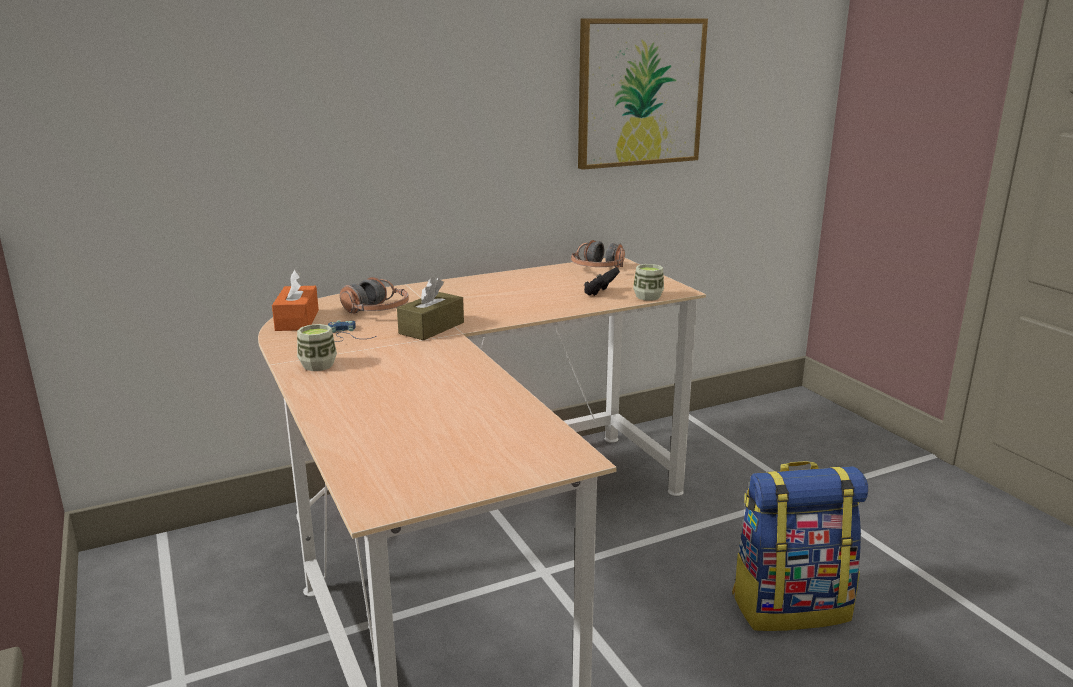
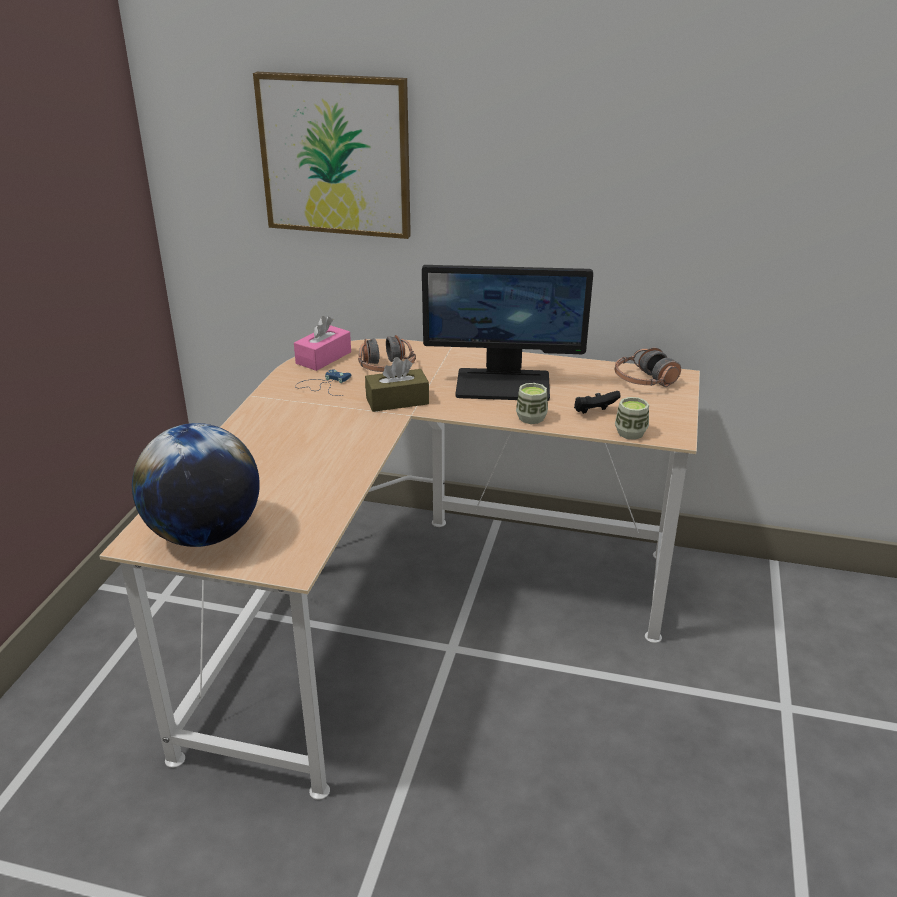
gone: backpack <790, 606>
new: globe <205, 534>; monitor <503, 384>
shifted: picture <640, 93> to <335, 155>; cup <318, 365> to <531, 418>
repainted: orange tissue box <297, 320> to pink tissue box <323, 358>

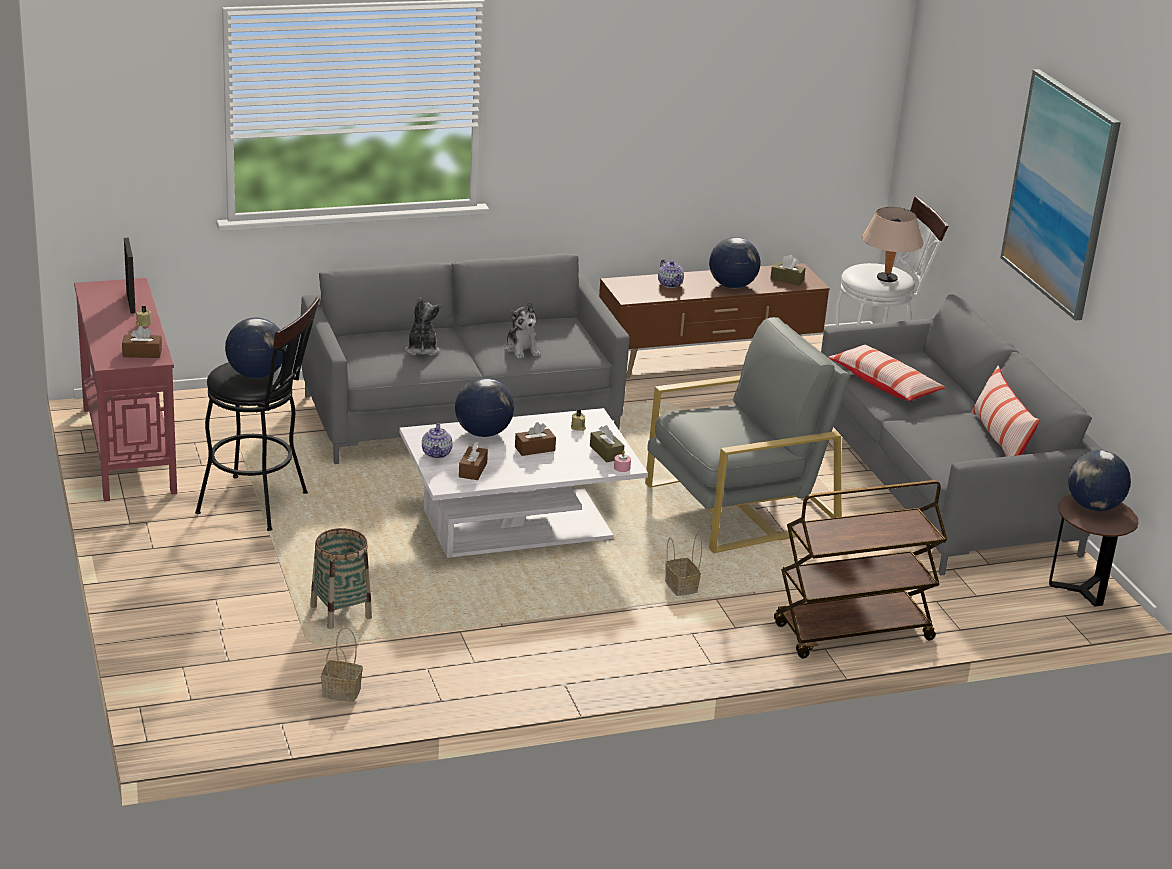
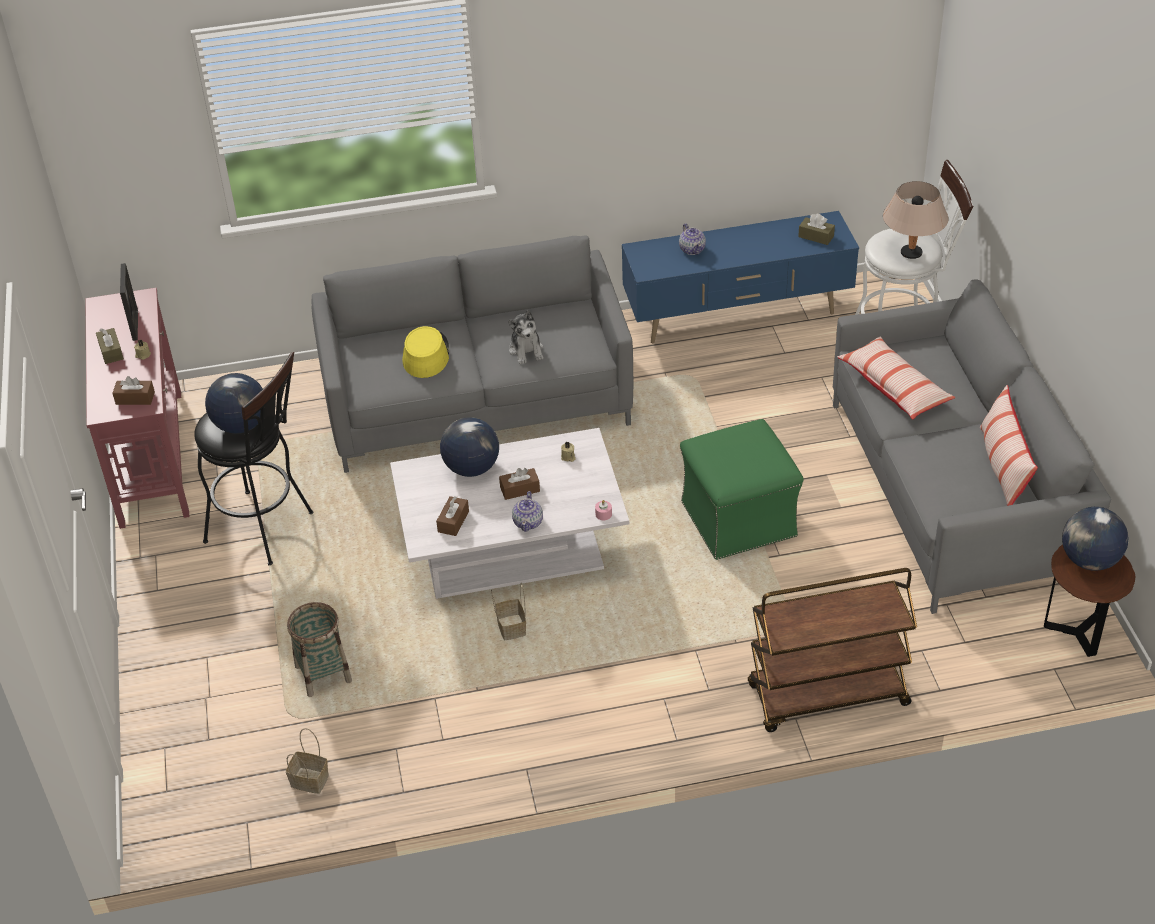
gone: globe <732, 285>; picture <1060, 193>
shifted: brown tissue box <606, 452> to <111, 351>; basket <680, 587> to <510, 627>; teapot <437, 453> to <528, 522>
swapped: plush toy <422, 349> to yellow hat <425, 355>; grey armchair <739, 506> to green ottoman <739, 520>
repainted: brown tv stand <708, 362> to blue tv stand <738, 316>

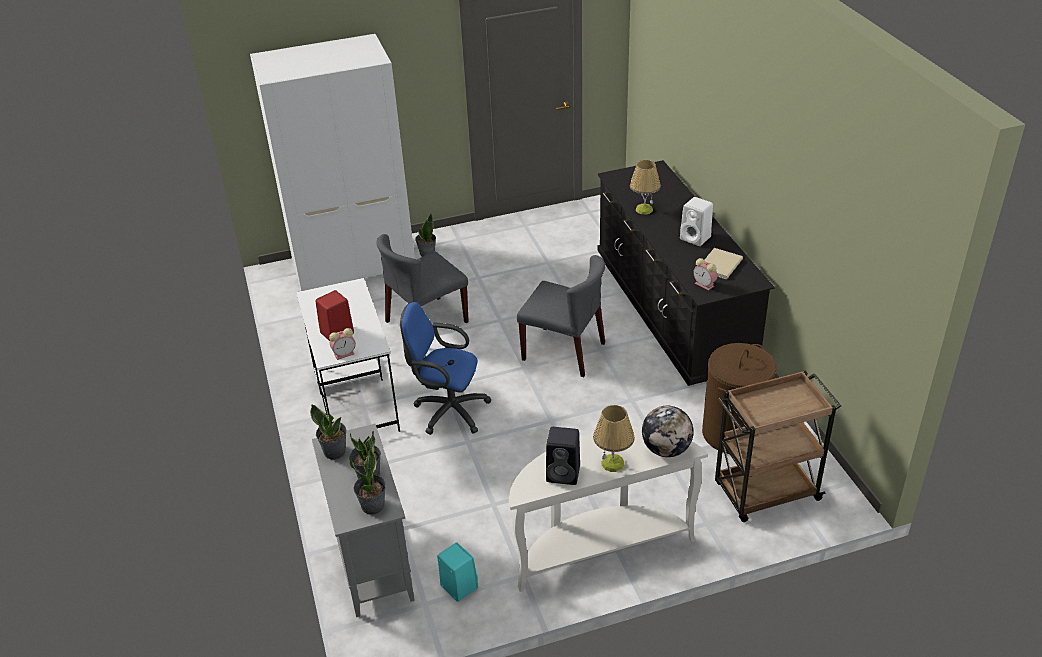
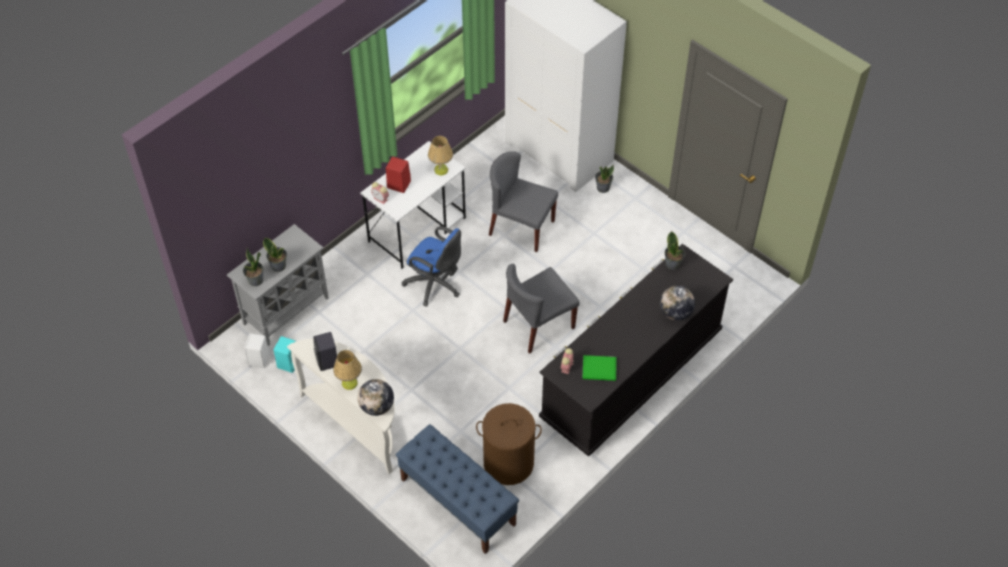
new: globe <675, 313>
shifted: white speaker <696, 238> to <259, 360>; table lamp <644, 209> to <441, 169>; potted plant <335, 451> to <673, 264>
swapped: brown cart <765, 492> to blue bench <457, 501>
repainted: beige book <721, 264> to green book <600, 369>
rotated: blue office chair <447, 411> = <436, 285> 135 degrees clockwise; grey chair <564, 351> = <538, 325> 60 degrees clockwise

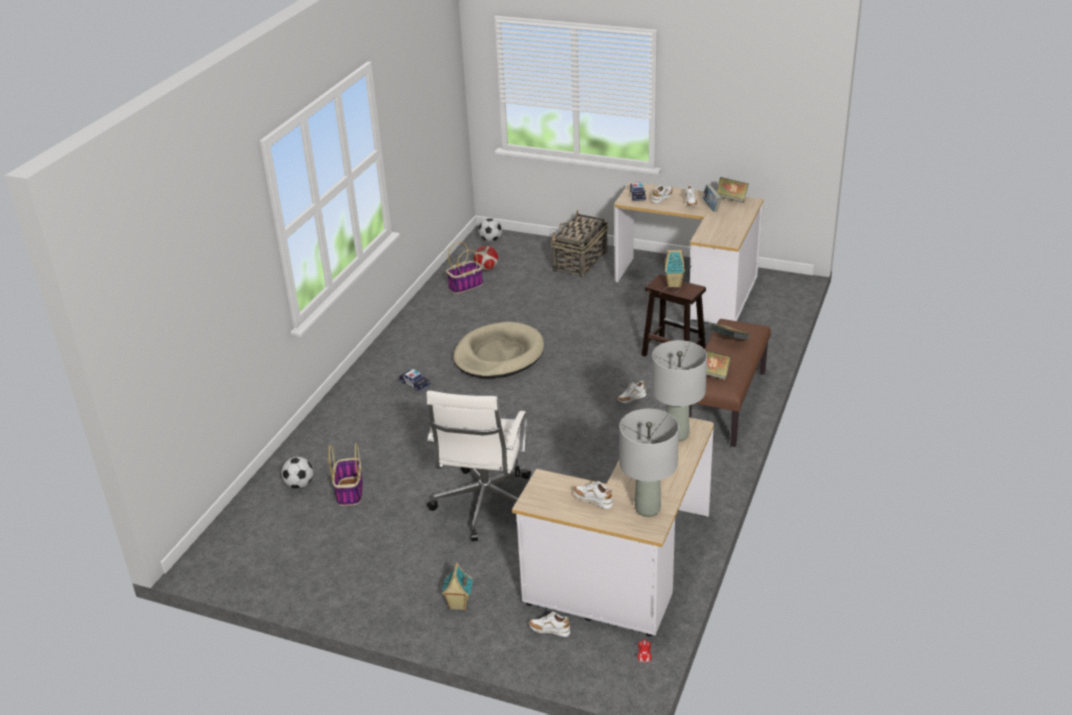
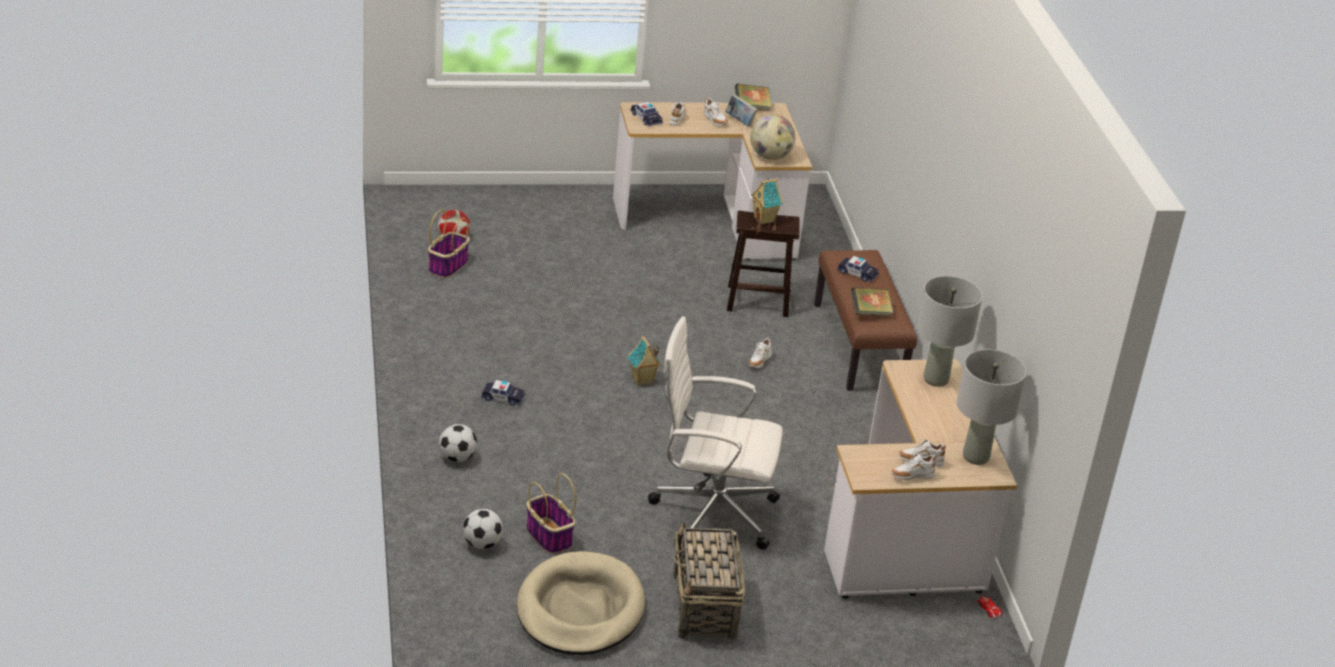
new: globe <770, 157>
shifted: football <491, 240> to <457, 458>; beige dog bed <498, 355> to <580, 609>; toy house <458, 605> to <642, 380>; basket <579, 262> to <704, 607>; white shoe <549, 630> to <911, 476>
swapped: book <729, 341> to toy car <857, 273>
rotated: white office chair <485, 505> = <710, 512> 120 degrees clockwise

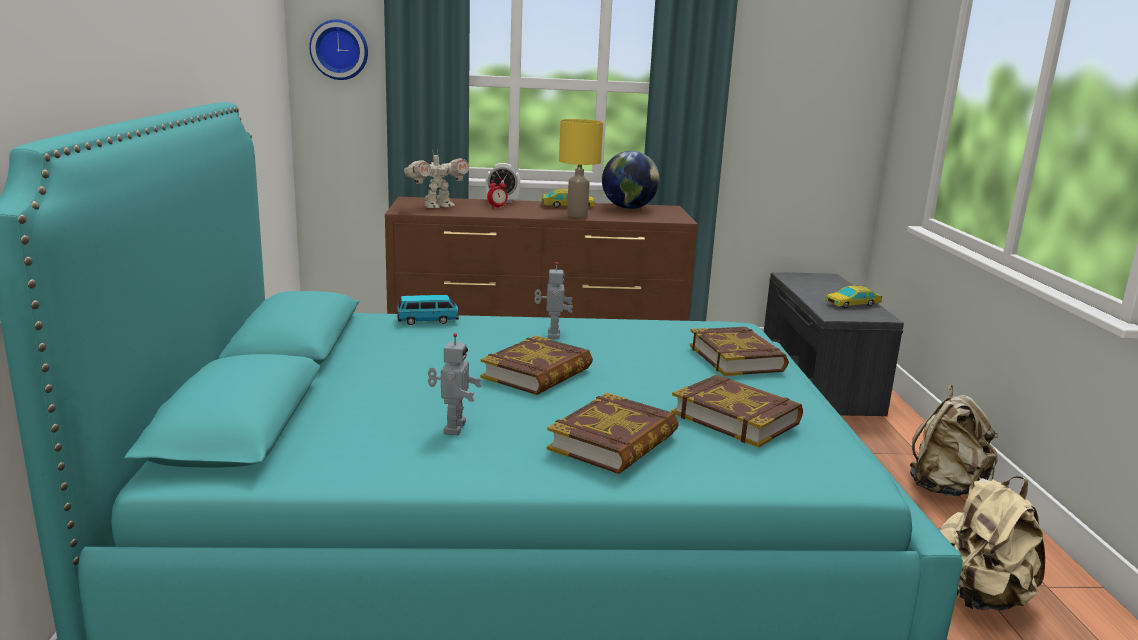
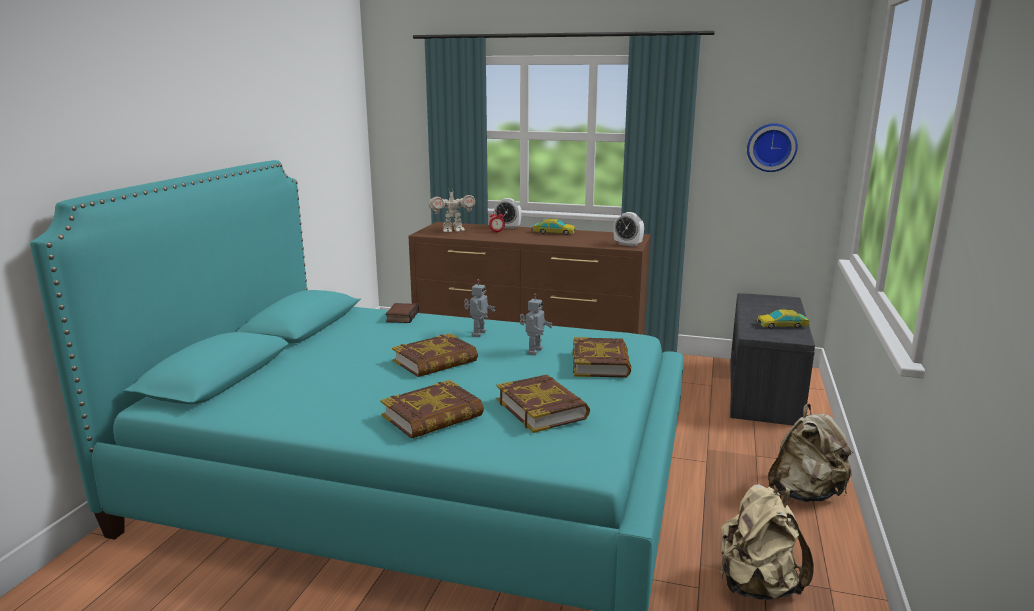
gone: yellow table lamp <577, 215>; globe <628, 208>
new: alarm clock <627, 244>
shifted: toy robot <452, 427> to <533, 351>; wall clock <339, 50> to <771, 147>
swapped: toy car <428, 321> to book <401, 316>

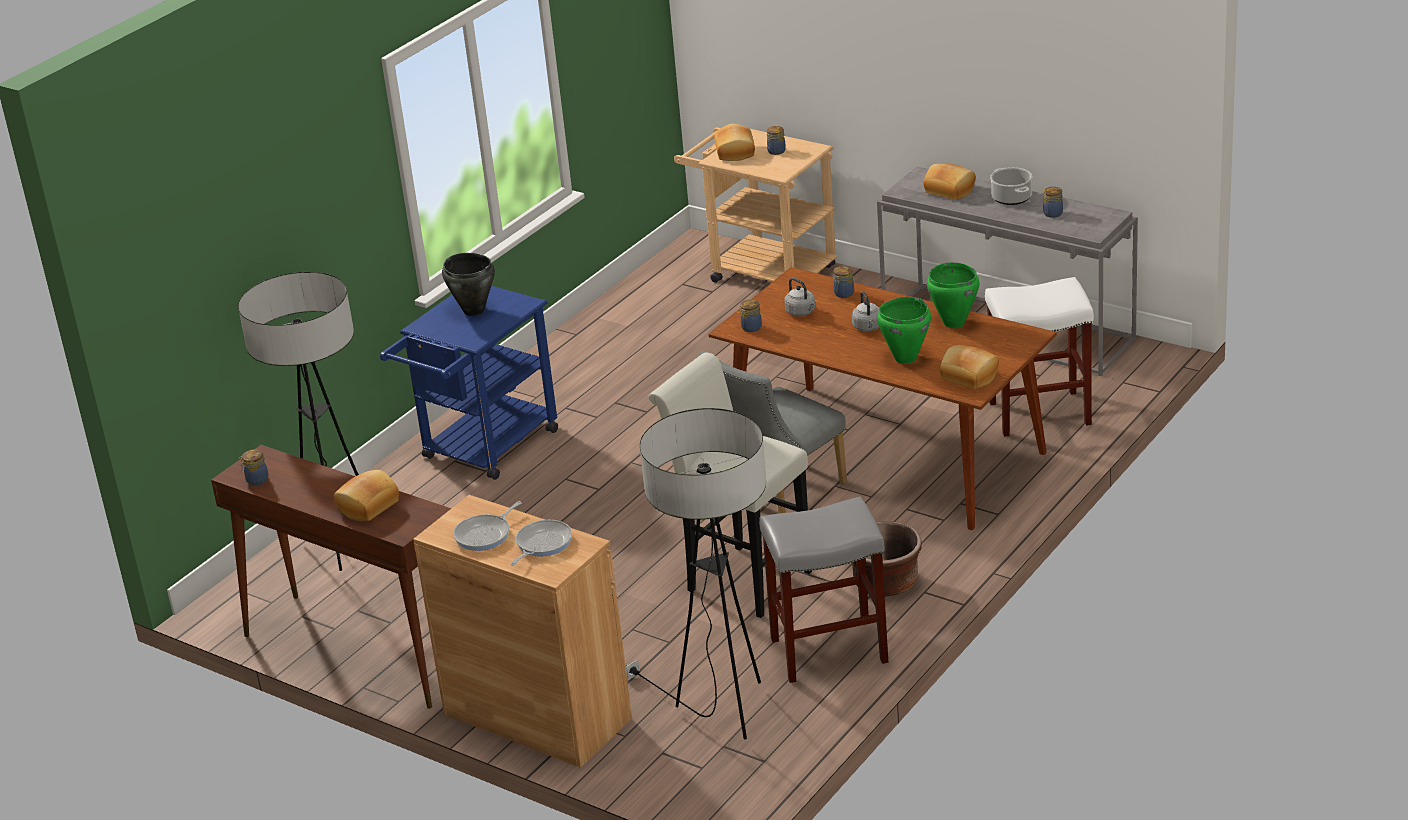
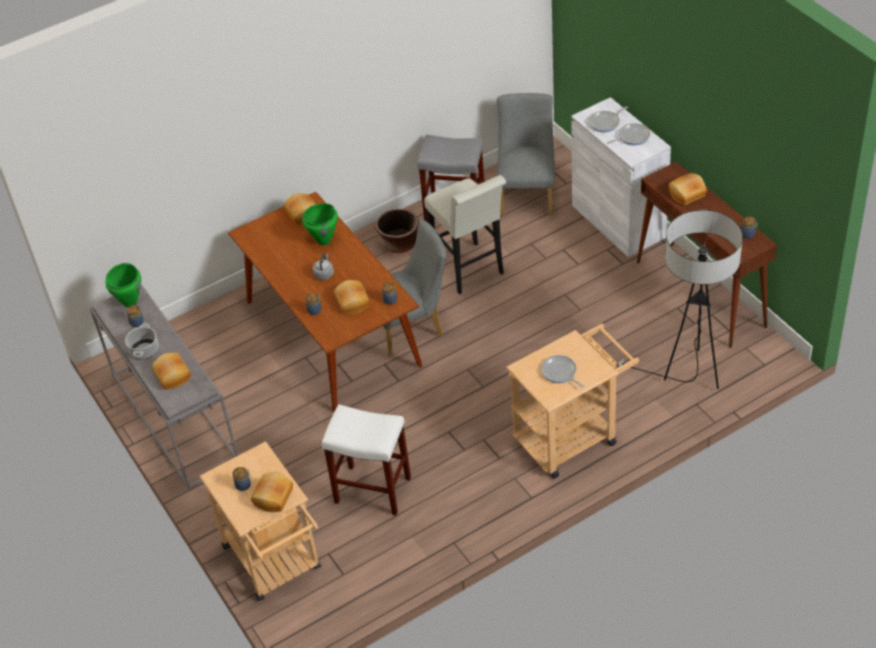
shifted: green cooking pot <954, 323> to <130, 302>; white stool <1041, 413> to <371, 490>
swapped: grey kettle <801, 312> to bread <351, 303>; floor lamp <722, 713> to grey chair <527, 194>; black cooking pot <474, 311> to frying pan <560, 373>
repainted: blue cart <483, 450> to beige cart <572, 435>; brown cabinet <537, 716> to white cabinet <618, 221>

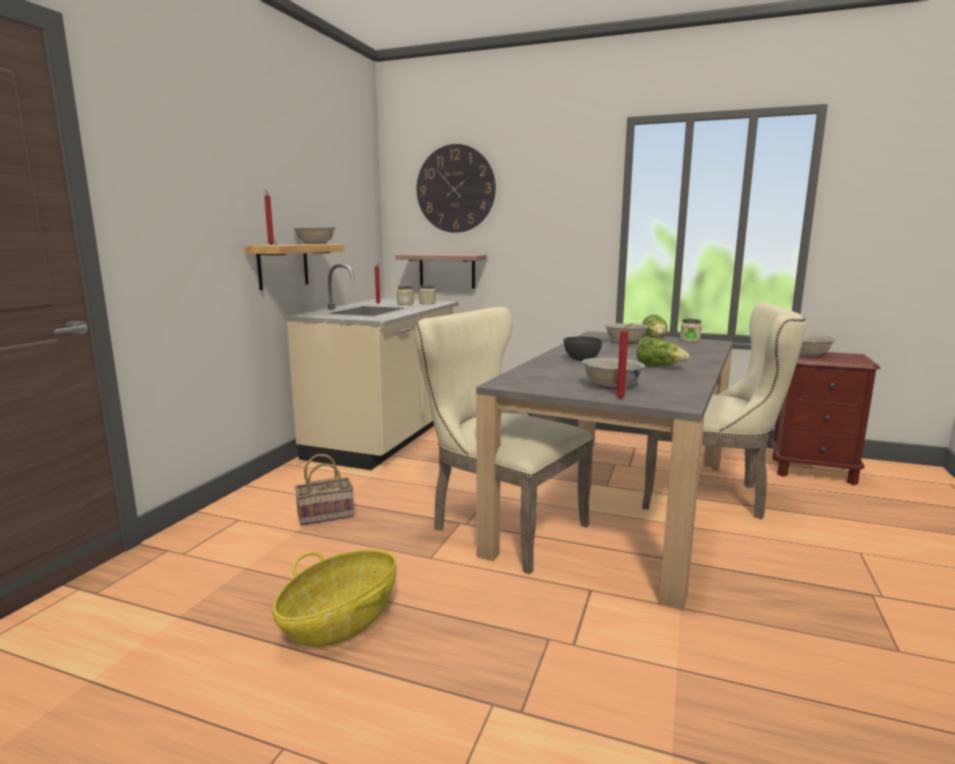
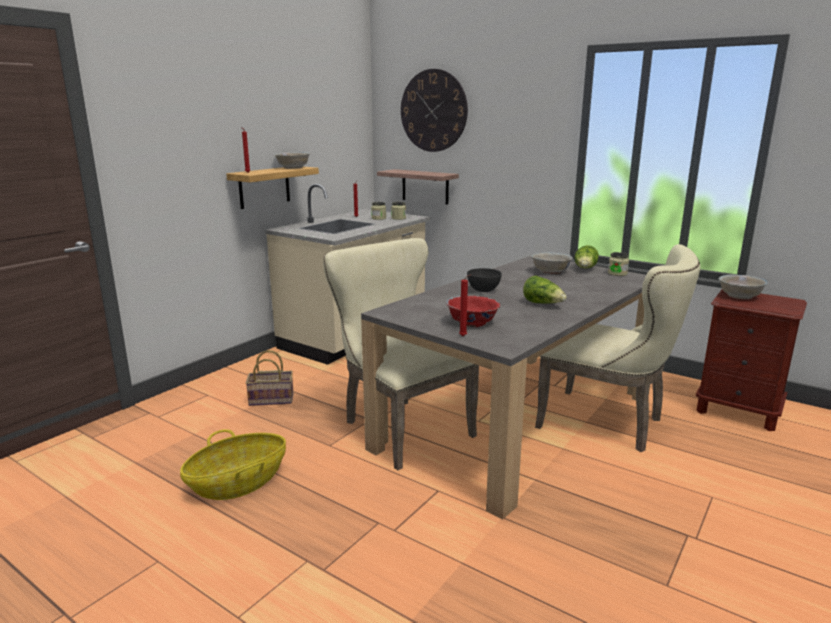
repainted: white bowl <611, 386> to red bowl <471, 322>

